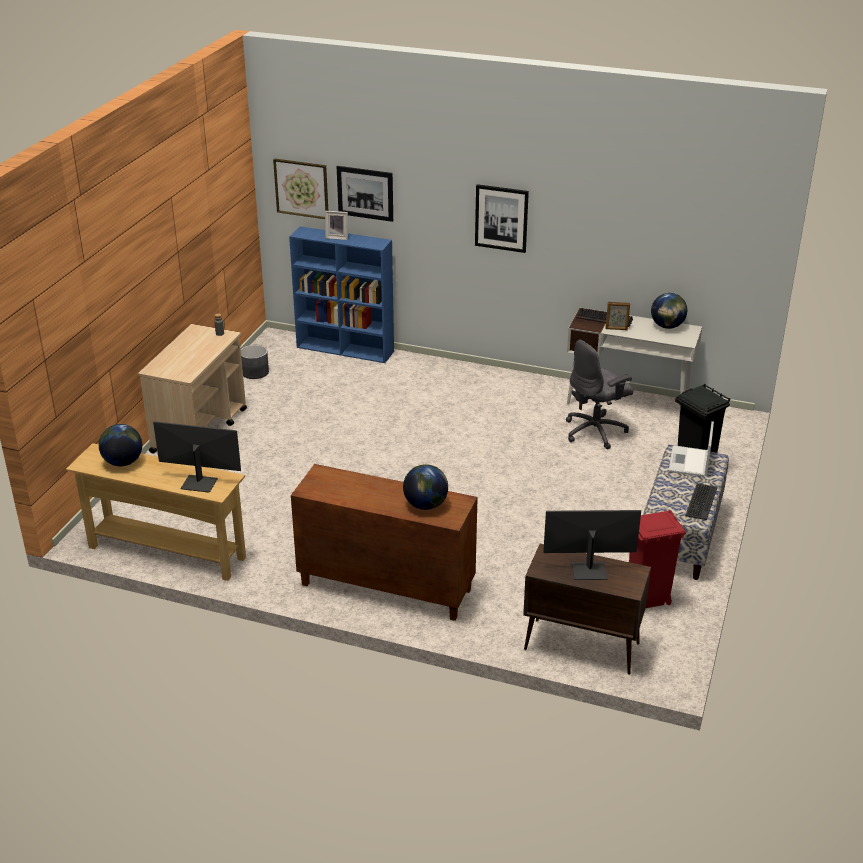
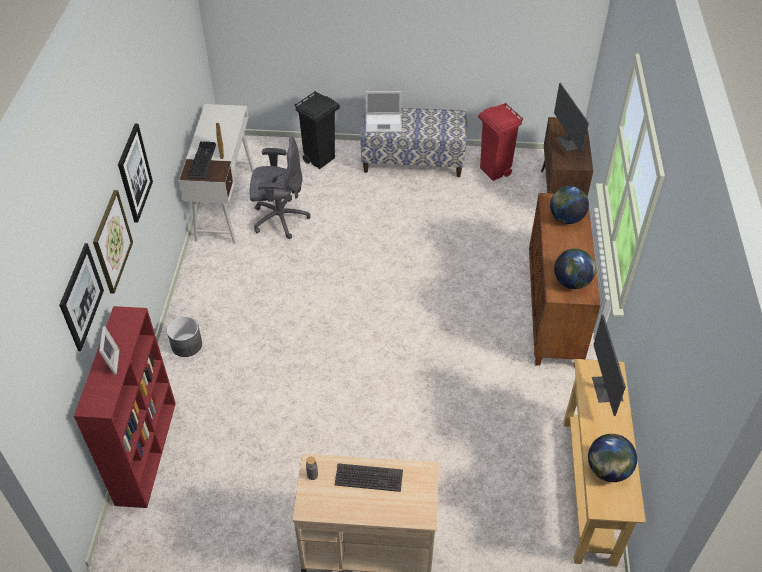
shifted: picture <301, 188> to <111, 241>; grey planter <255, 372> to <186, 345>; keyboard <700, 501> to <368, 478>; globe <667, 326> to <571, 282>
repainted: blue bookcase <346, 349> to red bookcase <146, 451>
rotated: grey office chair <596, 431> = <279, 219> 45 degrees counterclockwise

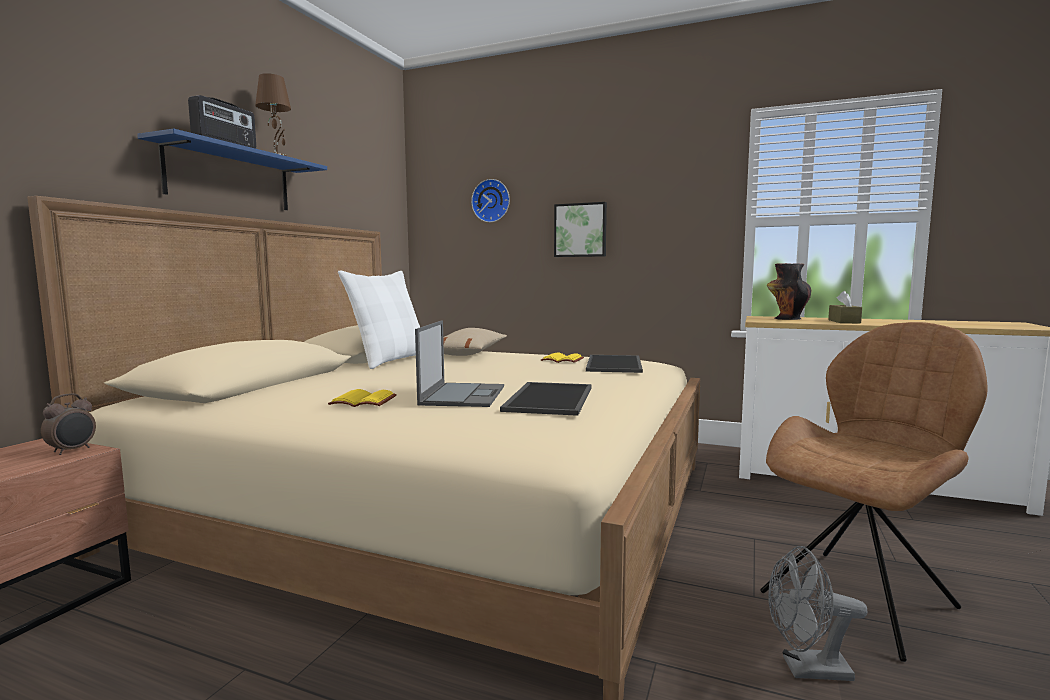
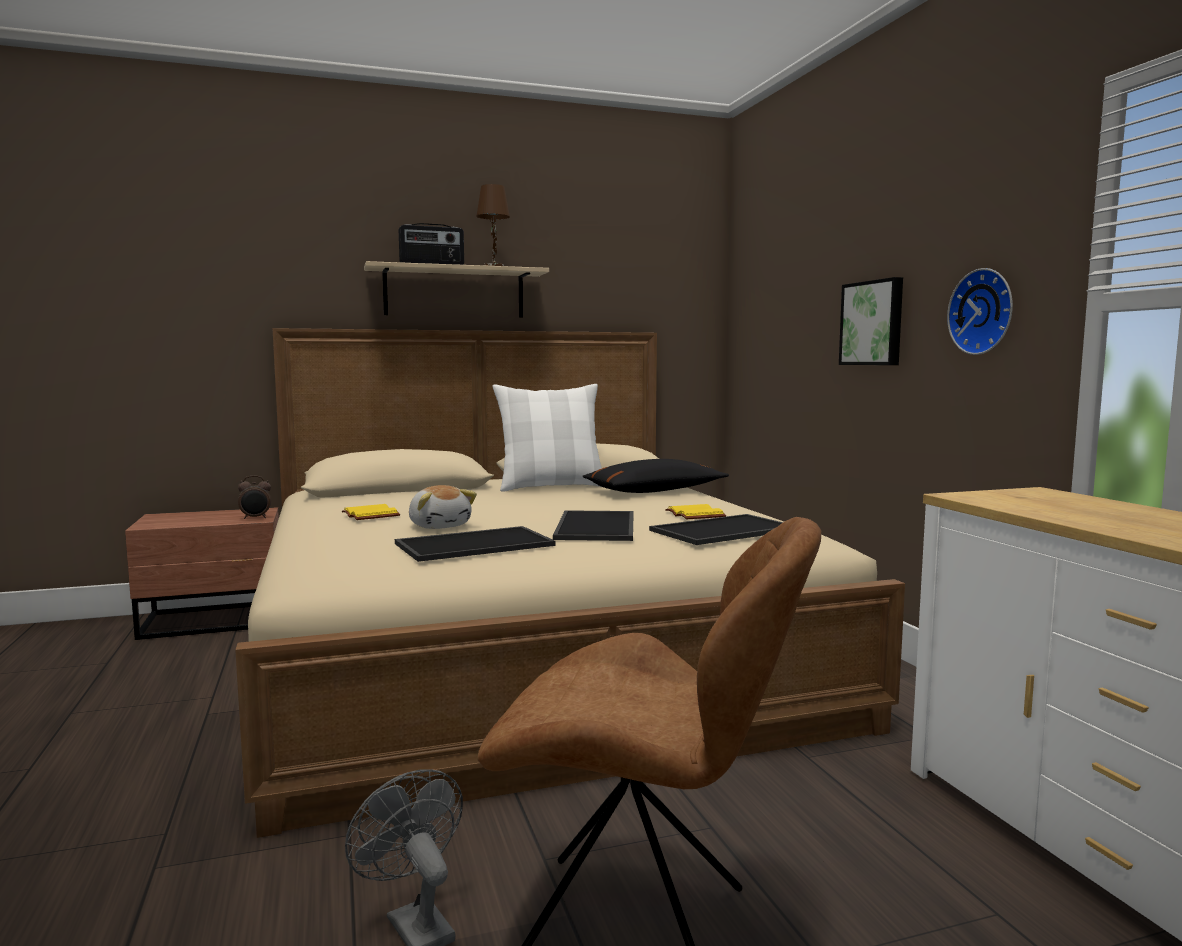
gone: vase <786, 318>; brown tissue box <844, 321>
new: tray <598, 527>
shifted: wall clock <491, 201> to <984, 312>
swapped: laptop <463, 395> to plush toy <440, 526>
repainted: blue shelf <230, 178> to beige shelf <454, 293>; beige pillow <470, 353> to black pillow <654, 491>

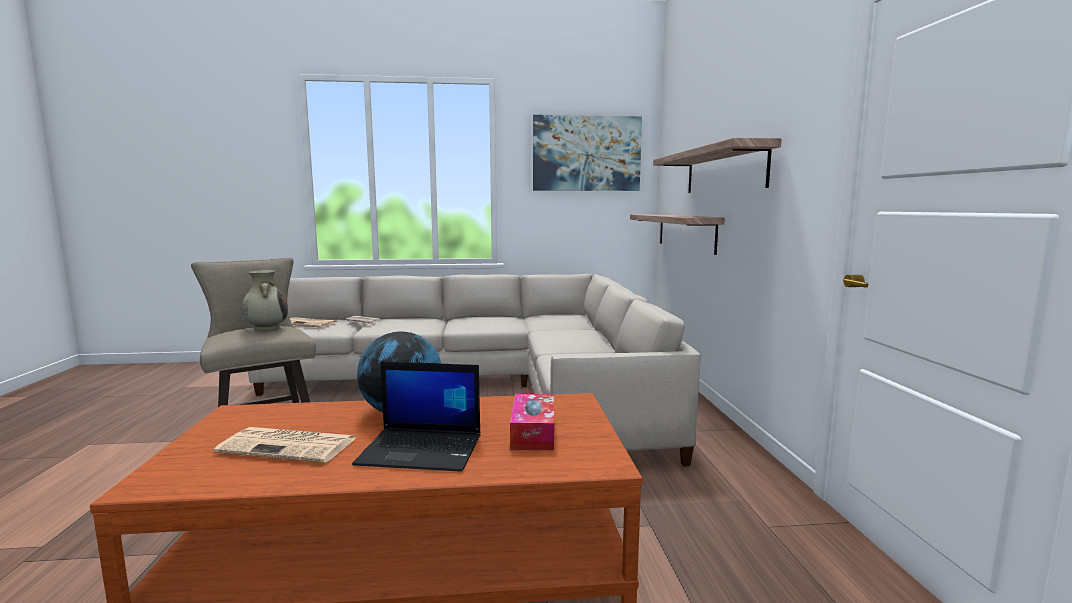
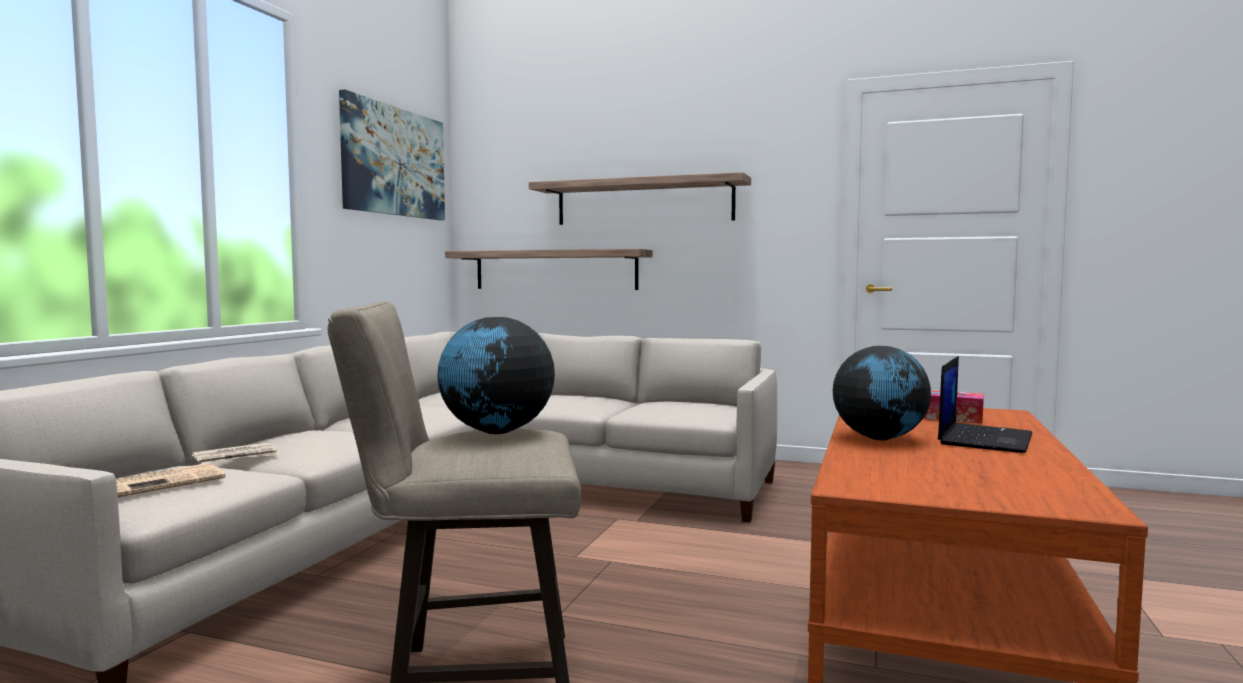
gone: newspaper <290, 445>
swapped: beige vase <266, 328> to globe <496, 431>

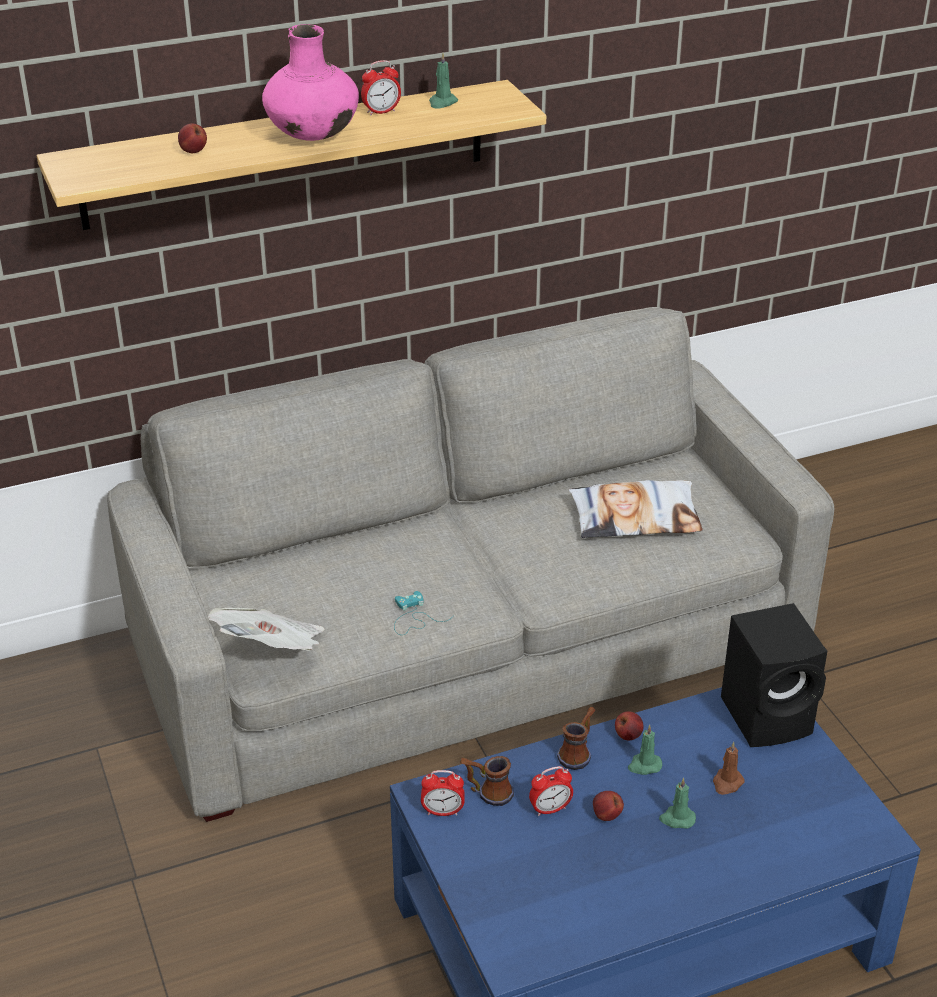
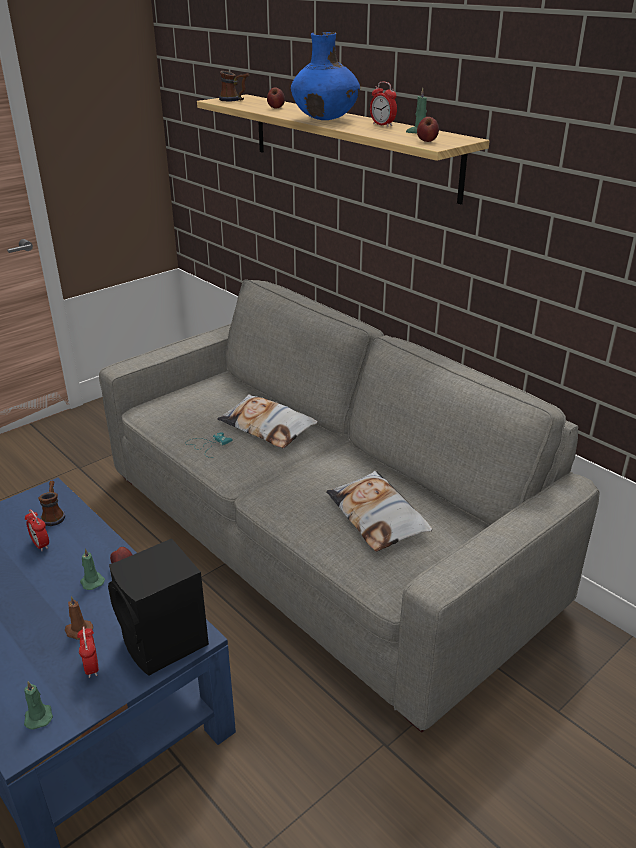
gone: newspaper <272, 650>
new: pillow <267, 427>
shifted: green candle <677, 819> to <38, 716>; alarm clock <443, 812> to <92, 667>; mug <578, 752> to <234, 100>; apple <606, 816> to <427, 141>
repainted: pink vase <313, 135> to blue vase <325, 119>

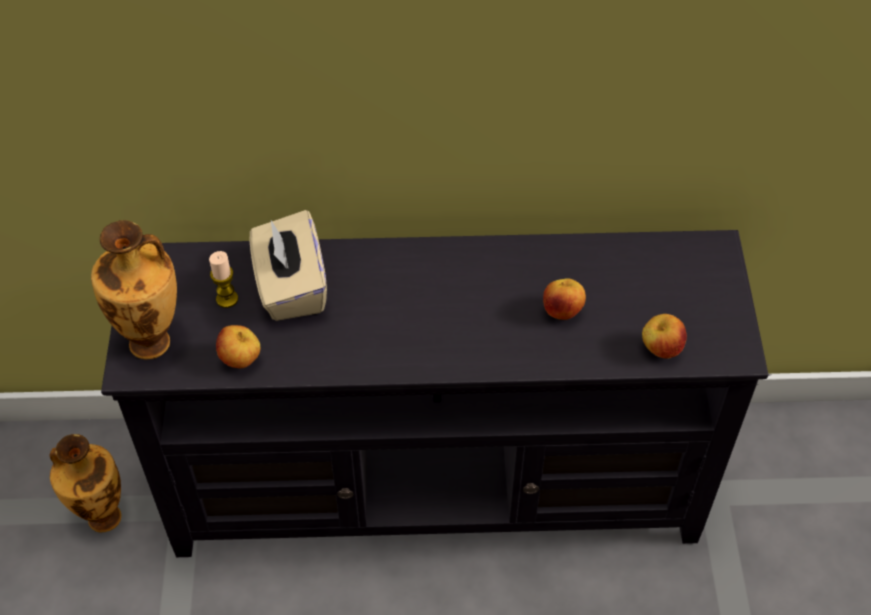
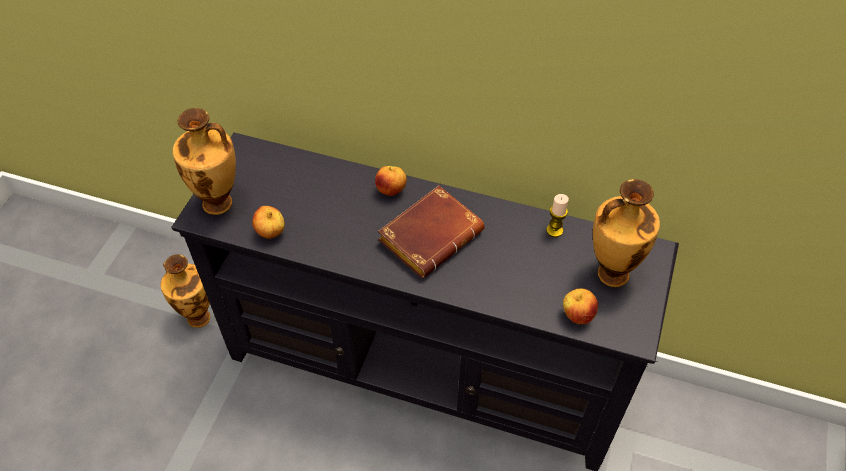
gone: beige tissue box <291, 287>
new: brown book <430, 234>; vase <610, 273>
shifted: apple <562, 311> to <391, 190>; candle <227, 299> to <554, 230>

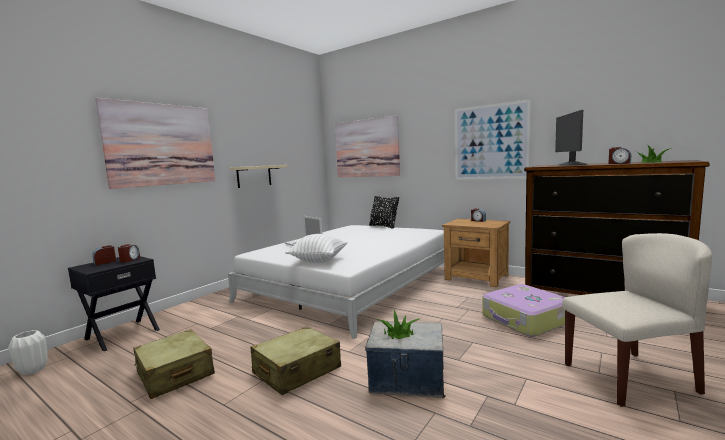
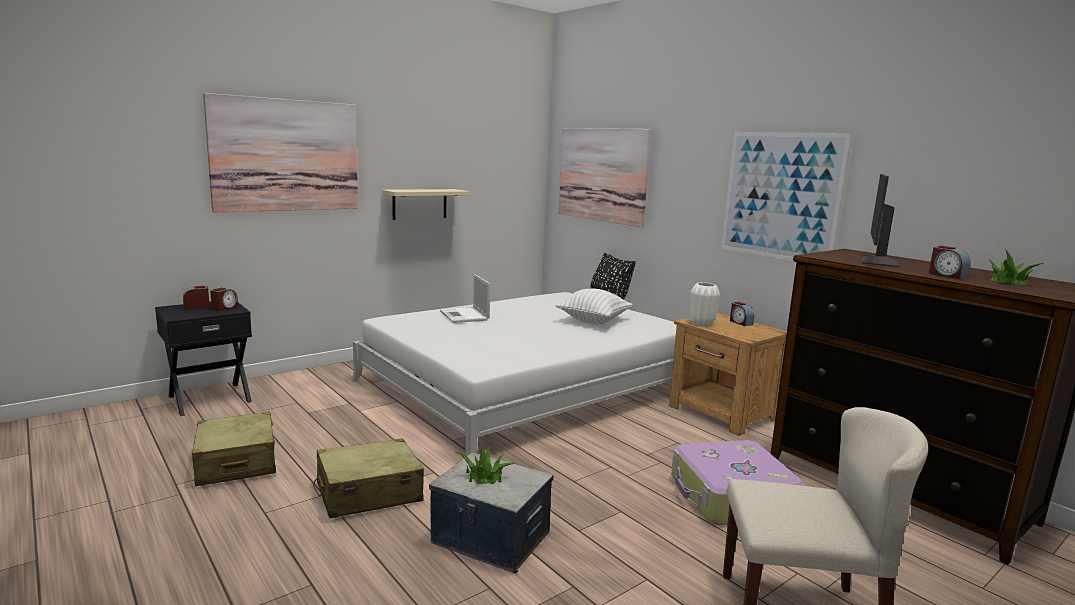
shifted: white pillow <318, 260> to <593, 321>; white vase <33, 370> to <701, 324>

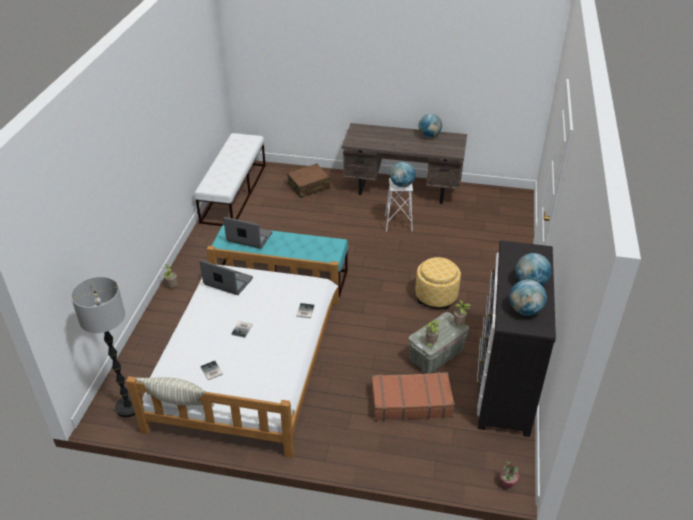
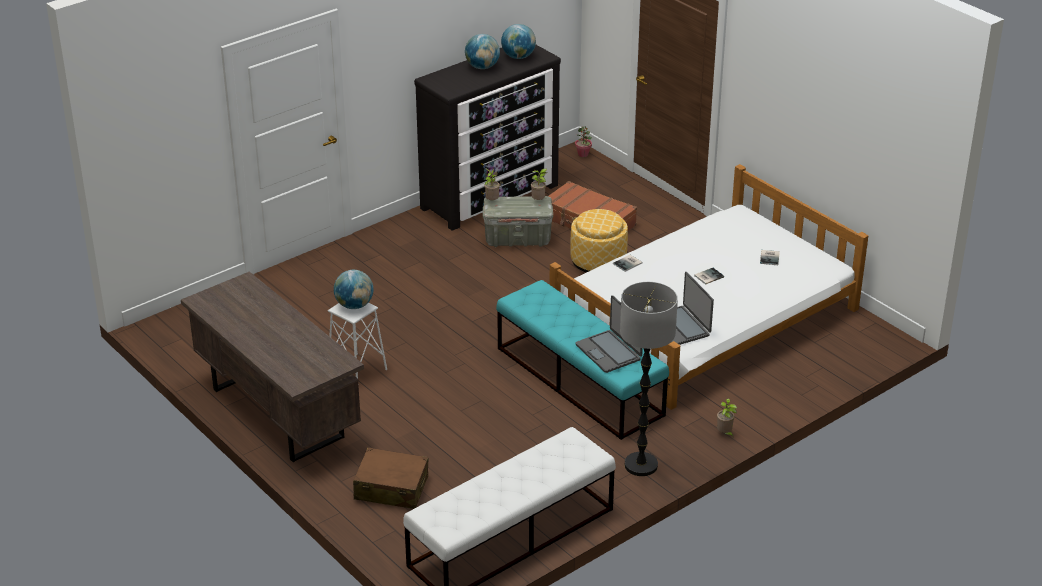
gone: pillow <178, 403>; globe <429, 136>
shifted: ottoman <436, 296> to <598, 262>; floor lamp <128, 407> to <640, 465>

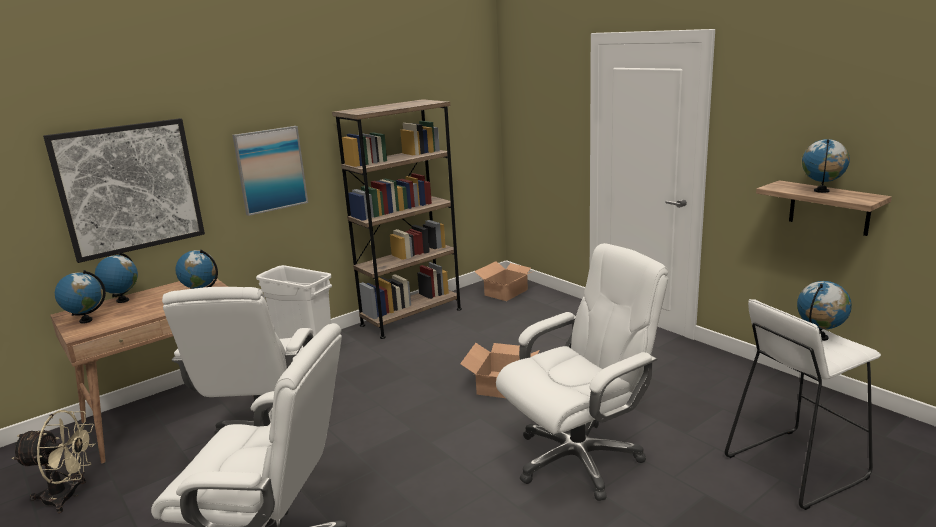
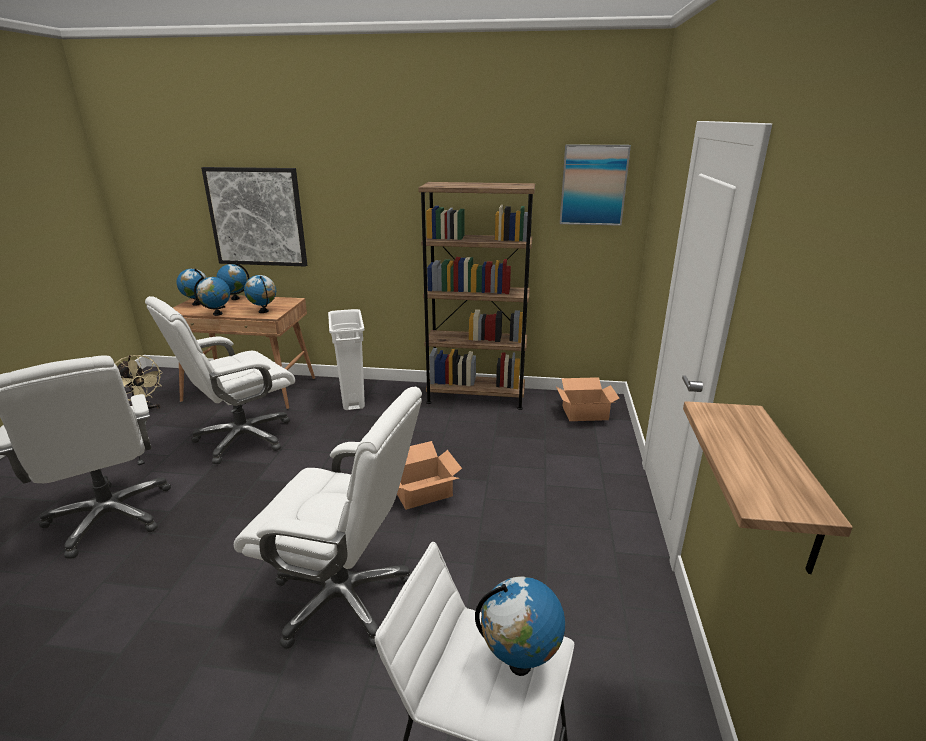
shifted: globe <821, 191> to <217, 314>; picture <270, 170> to <593, 185>

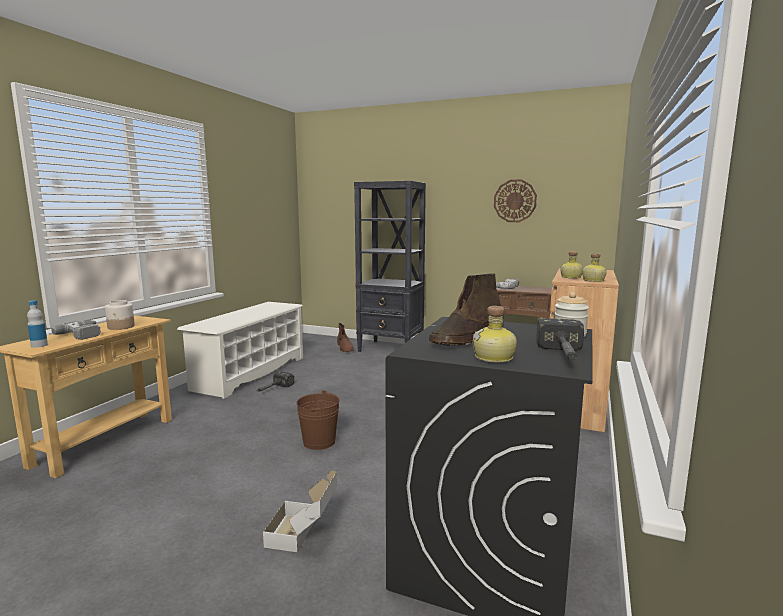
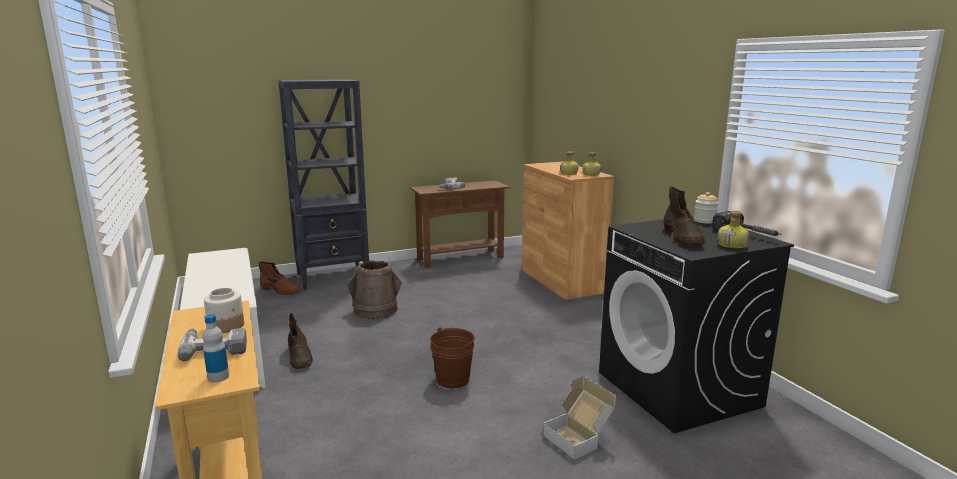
gone: wall clock <515, 201>
new: brown bucket <376, 311>
swapped: hammer <273, 389> to brown boot <300, 357>

